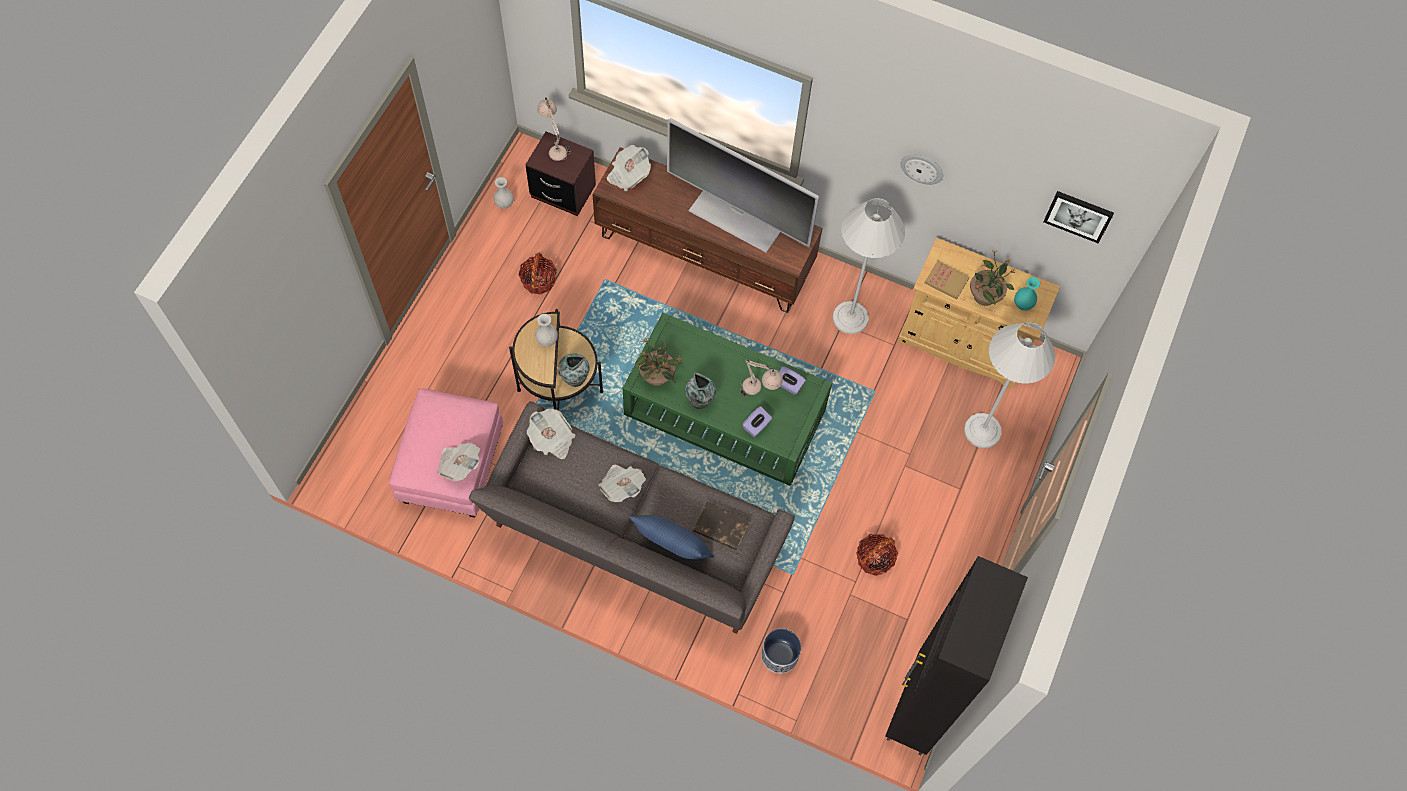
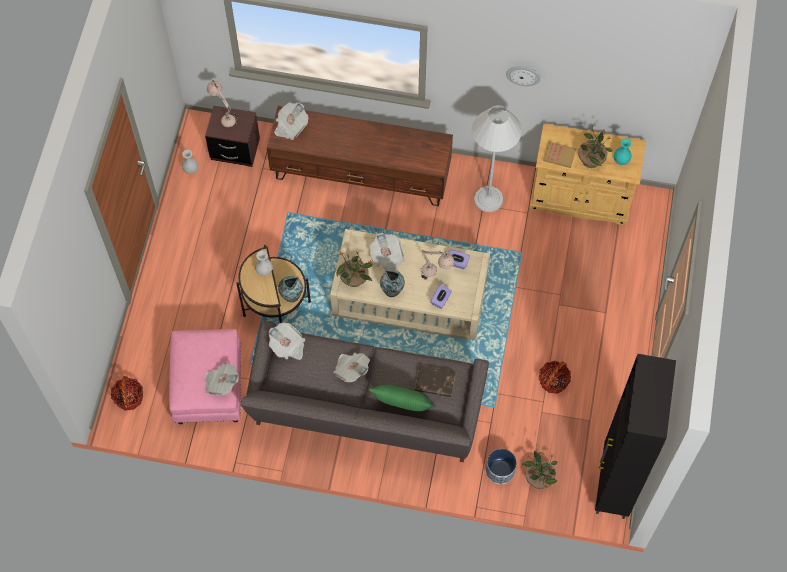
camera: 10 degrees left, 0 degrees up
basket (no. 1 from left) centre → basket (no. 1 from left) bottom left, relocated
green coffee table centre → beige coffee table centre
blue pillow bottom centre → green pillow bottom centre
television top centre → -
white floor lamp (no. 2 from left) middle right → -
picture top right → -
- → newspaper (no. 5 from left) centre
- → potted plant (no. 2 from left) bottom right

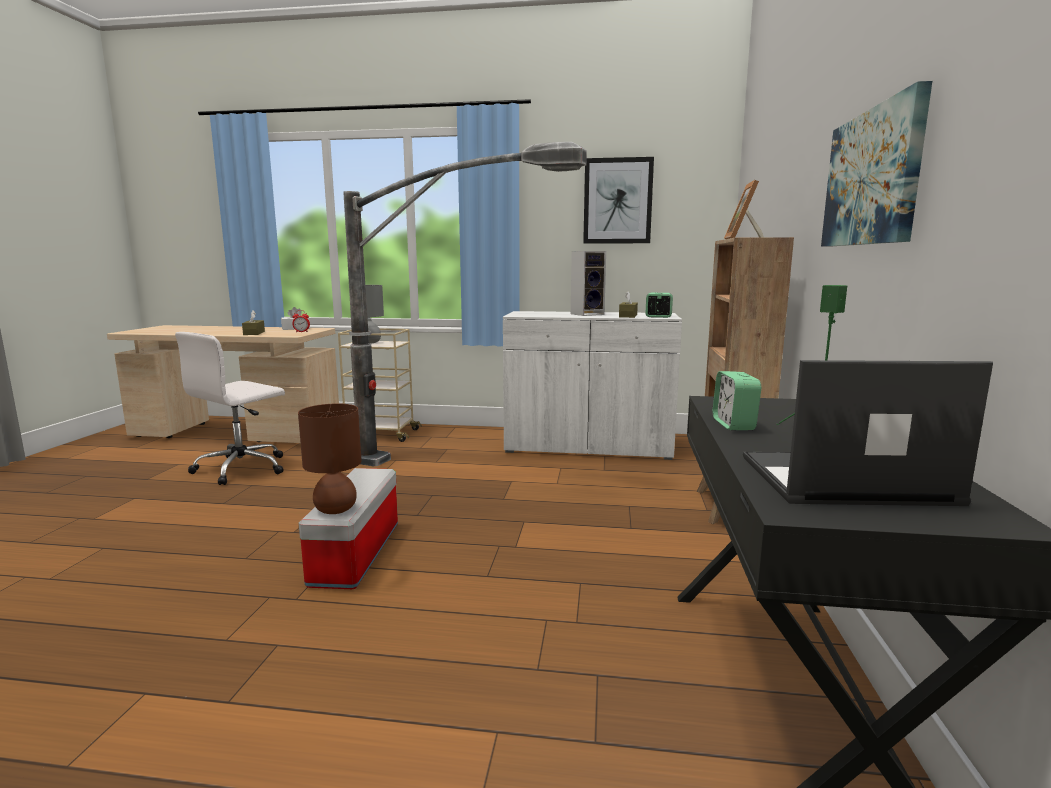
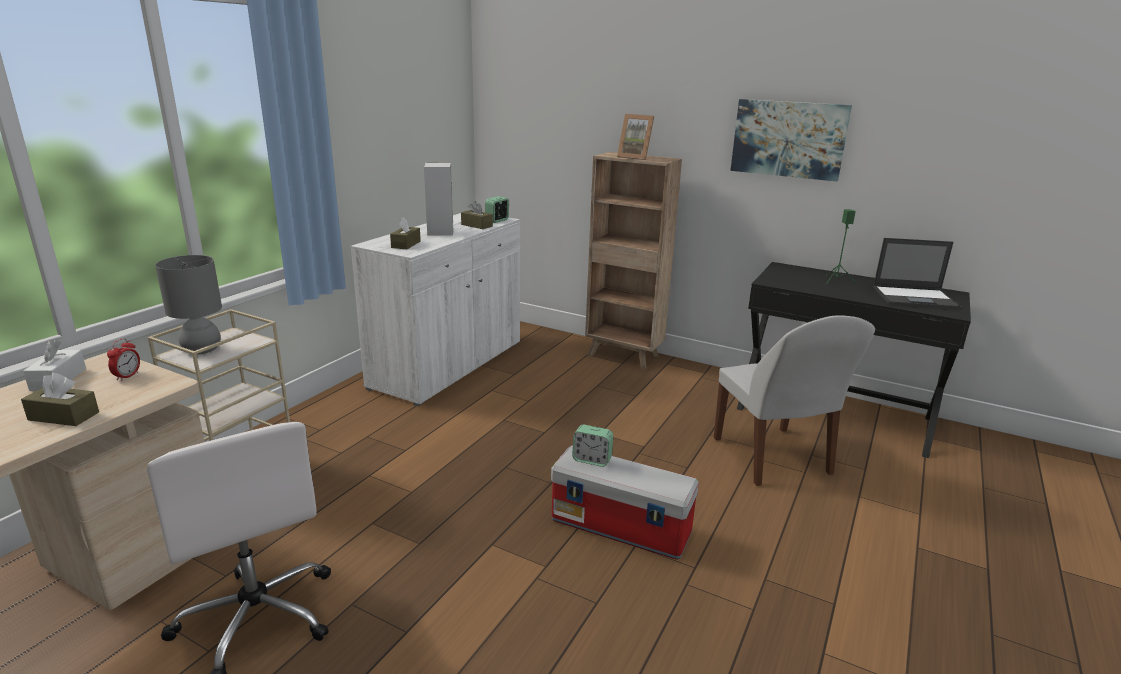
camera: 70 degrees left, 10 degrees up
brown table lamp middle left → -
floor lamp centre → -
picture (no. 1 from left) top centre → -
alarm clock (no. 3 from left) middle right → alarm clock (no. 3 from left) centre, relocated
laptop middle right, 105 degrees counterclockwise
- → brown tissue box (no. 2 from left) centre
- → white chair middle right

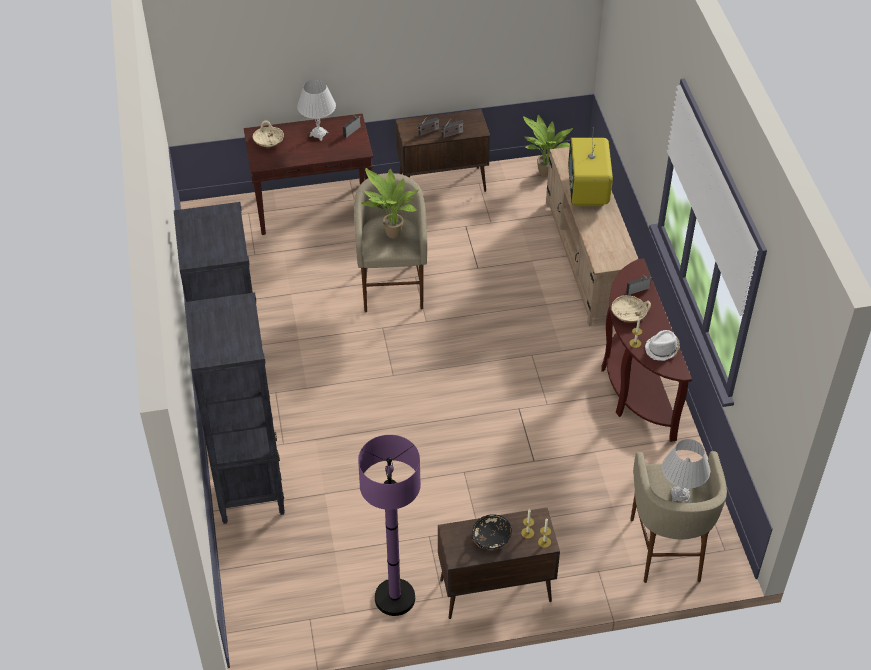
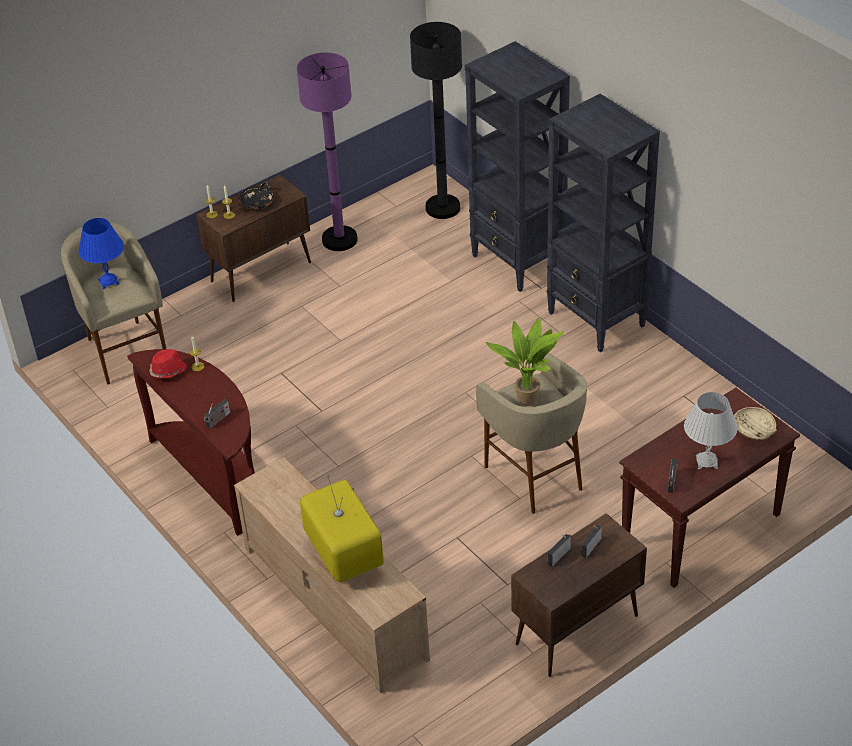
camera: 155 degrees right, 5 degrees down
potted plant (no. 2 from left) top centre → -
beige bowl (no. 2 from left) middle right → -
white hat middle right → red hat middle left
white table lamp (no. 2 from left) bottom right → blue table lamp middle left
- → black floor lamp top centre

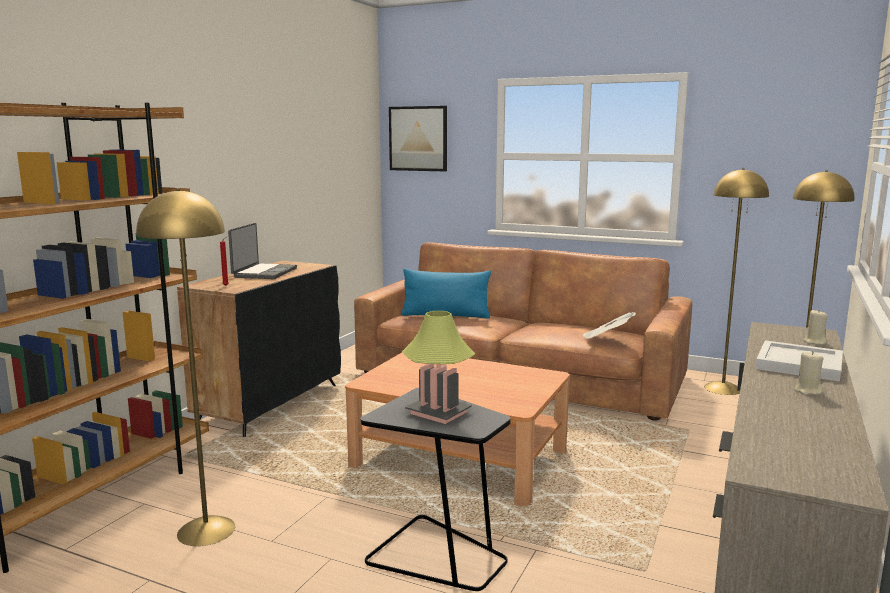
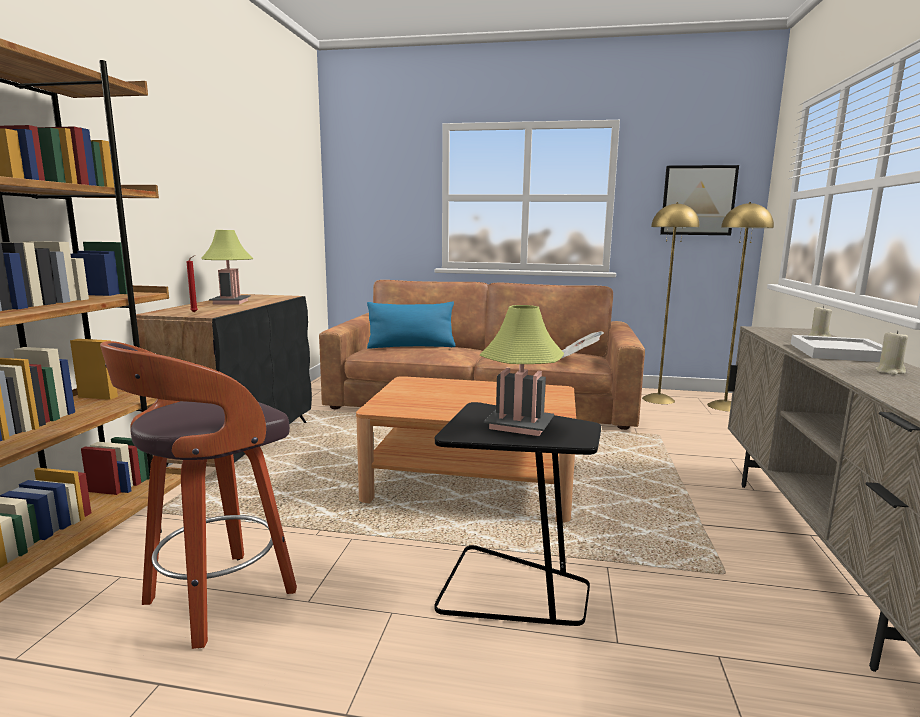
camera: 15 degrees left, 0 degrees up
yellow floor lamp (no. 1 from left) middle left → stool bottom left
laptop middle left → table lamp (no. 1 from left) middle left
picture top centre → picture top right, relocated

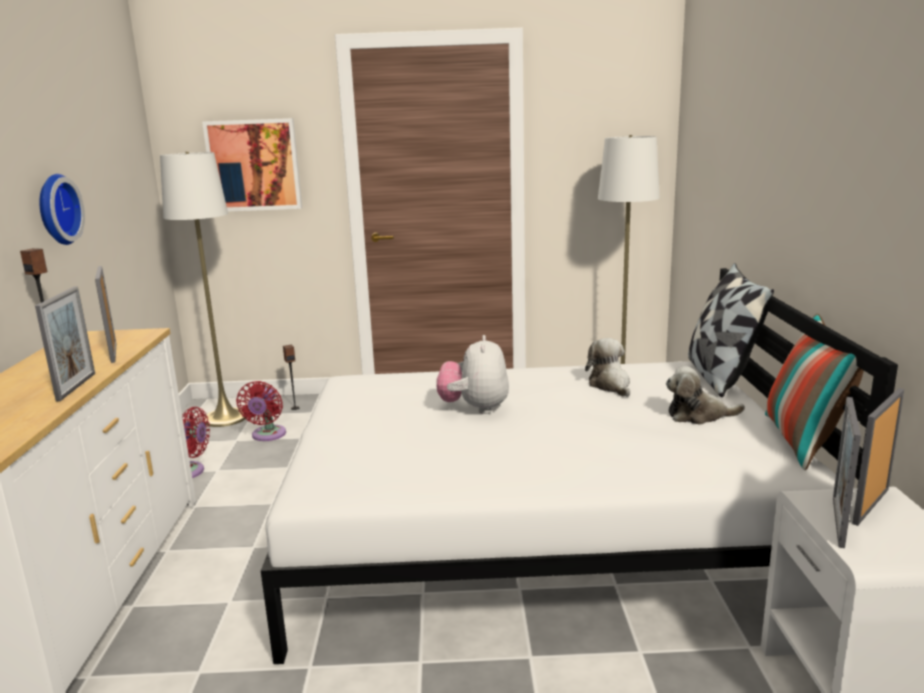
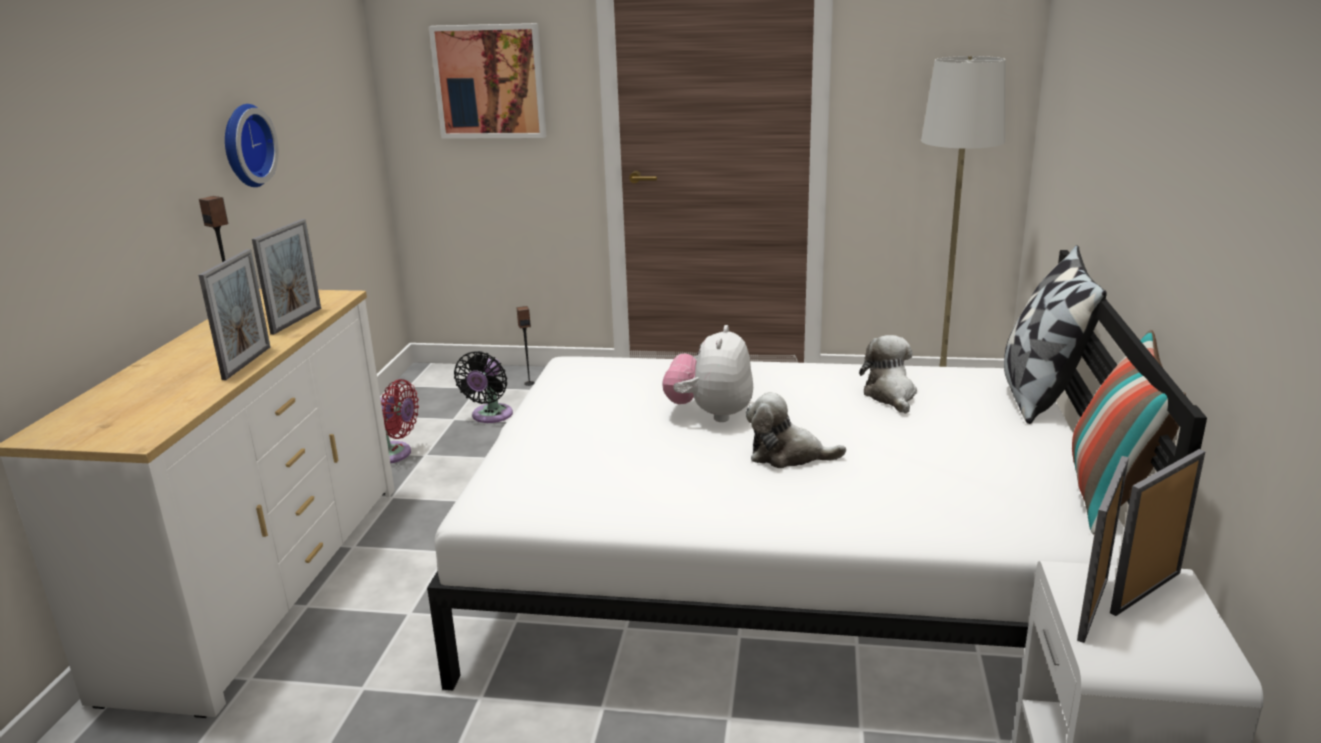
camera: 10 degrees right, 5 degrees up
picture frame (no. 2 from left) middle left, 150 degrees counterclockwise
white floor lamp (no. 1 from left) middle left → -
red fan (no. 2 from left) middle left → black fan centre
plush toy (no. 3 from left in the first image) middle right → plush toy (no. 2 from left) centre, relocated

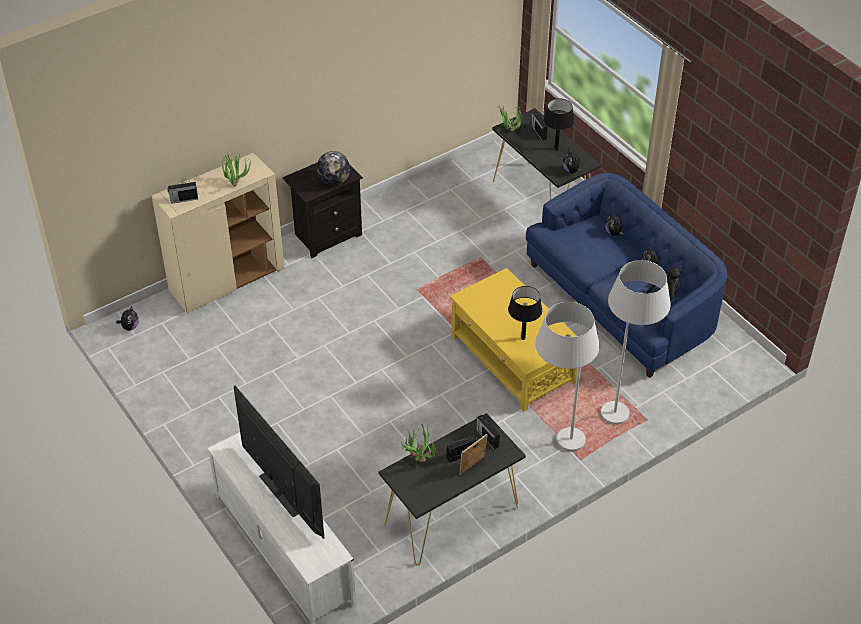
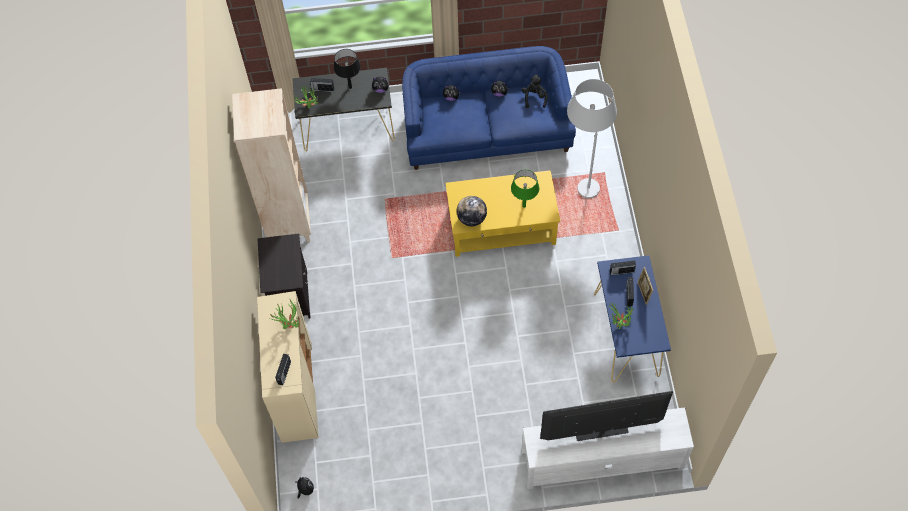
camera: 60 degrees left, 15 degrees up
globe top centre → globe centre, relocated
black console table (no. 1 from left) bottom centre → blue console table middle right
black table lamp (no. 1 from left) centre → green table lamp centre
white floor lamp (no. 1 from left) centre → -
- → beige bookcase top left

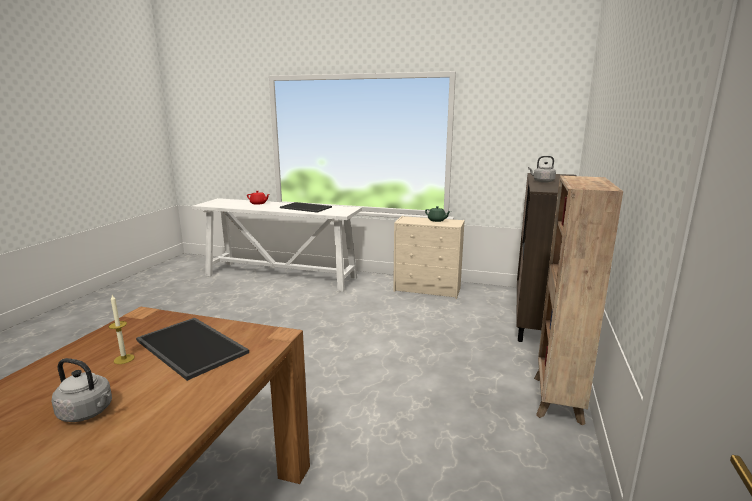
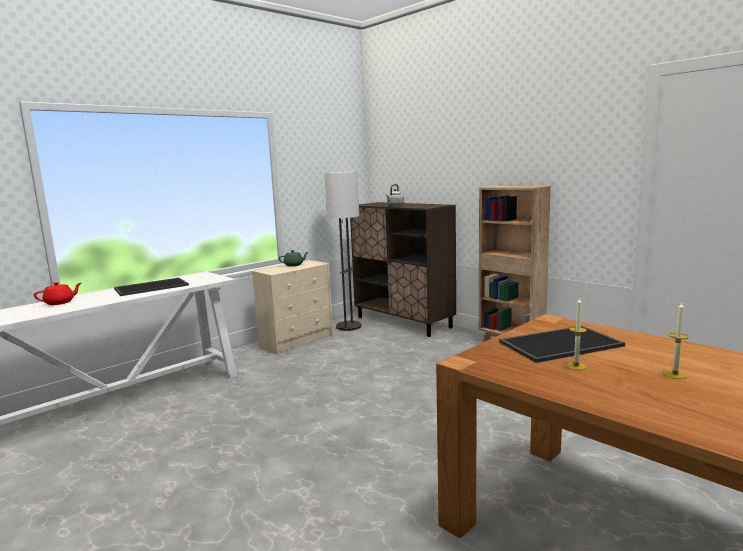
camera: 60 degrees left, 5 degrees down
grey kettle (no. 1 from left) bottom left → candle (no. 2 from left) middle right
- → floor lamp centre

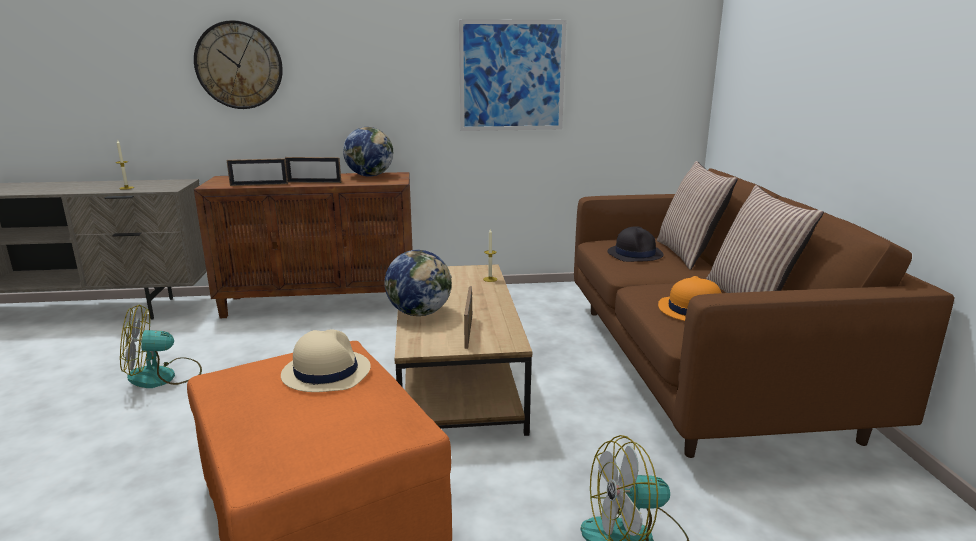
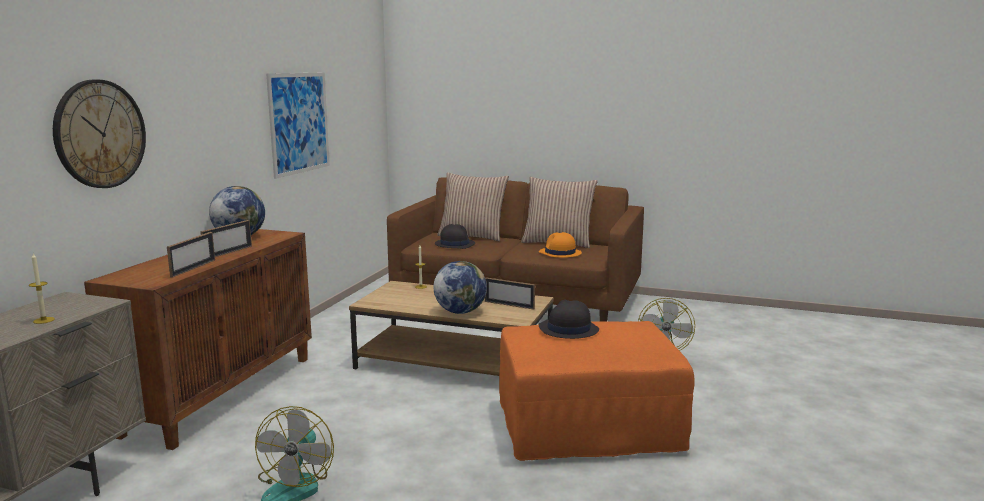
camera: 65 degrees left, 5 degrees down
beige hat bottom centre → black hat (no. 2 from left) centre

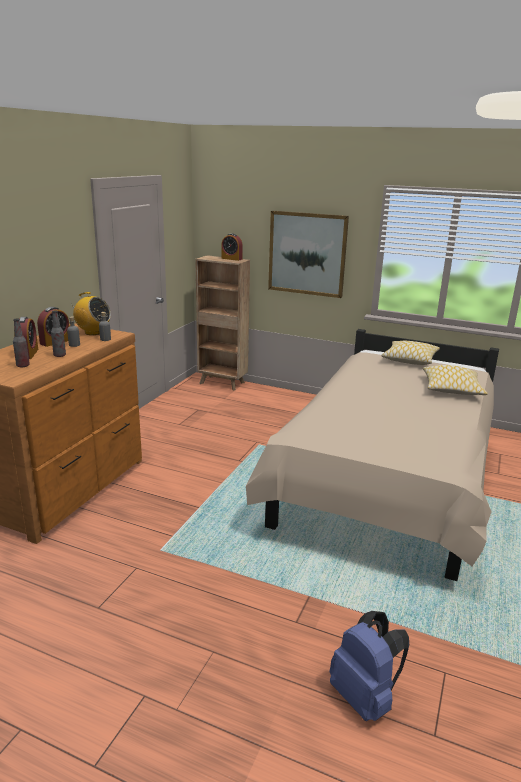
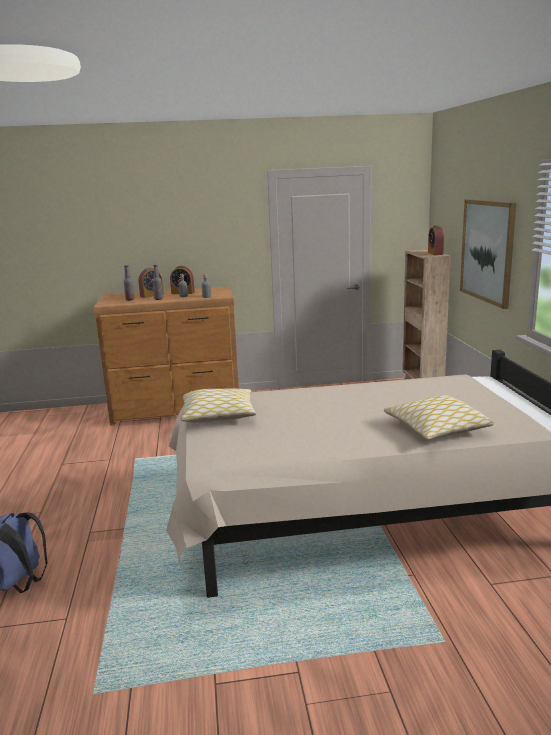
camera: 60 degrees right, 5 degrees down
radio middle left → -
pillow (no. 1 from left) middle right → pillow (no. 1 from left) centre, relocated

